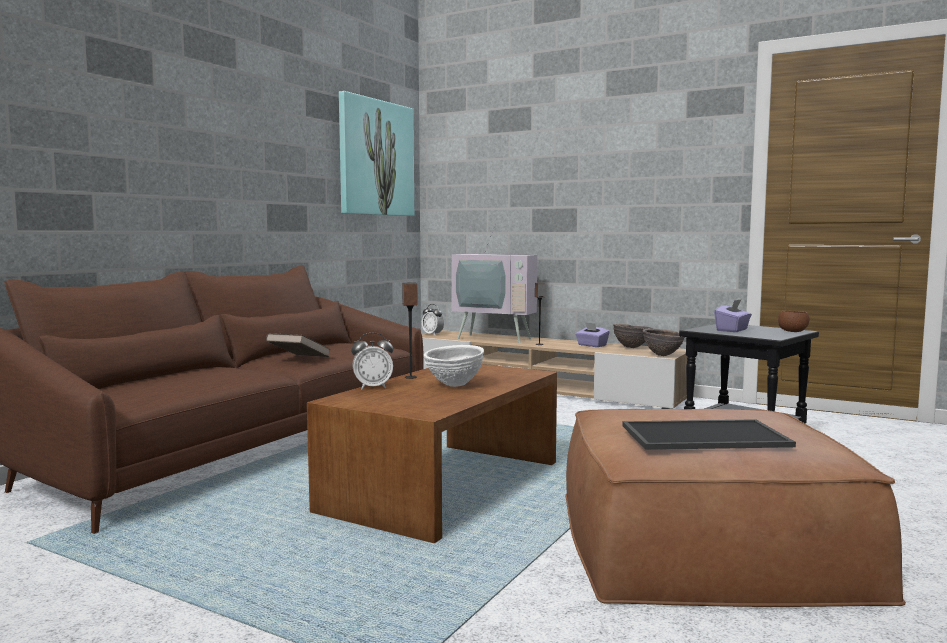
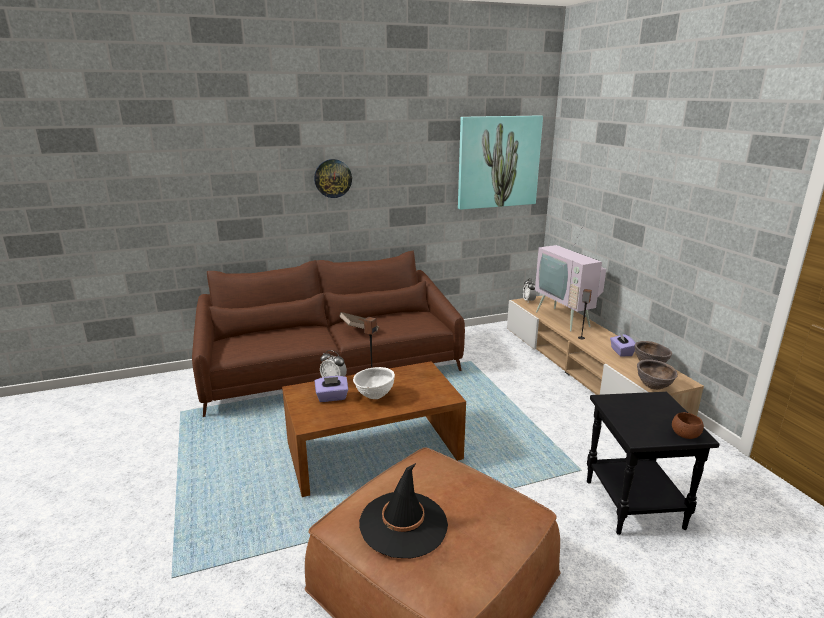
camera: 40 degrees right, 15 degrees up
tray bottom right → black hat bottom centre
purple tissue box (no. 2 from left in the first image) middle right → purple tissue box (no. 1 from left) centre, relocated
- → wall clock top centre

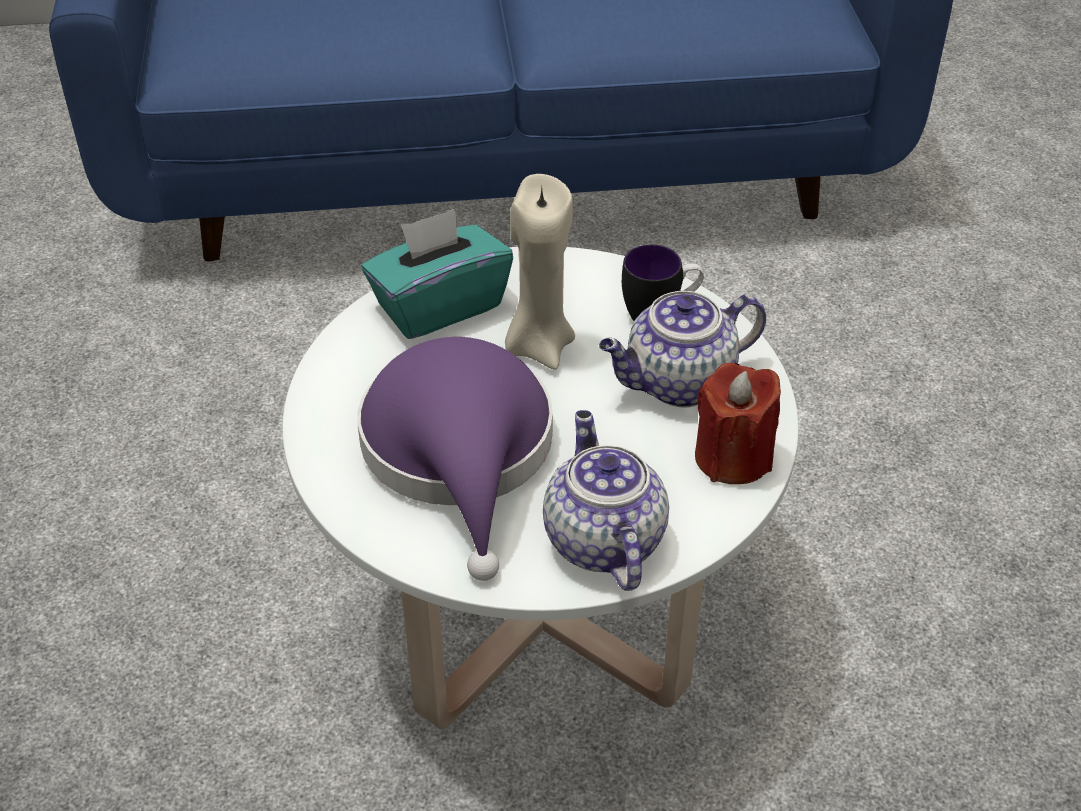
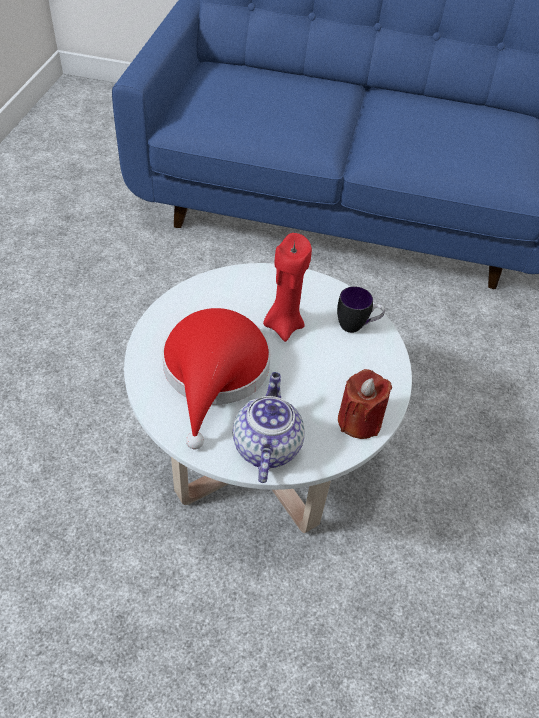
camera: 15 degrees right, 5 degrees up
purple hat centre → red hat centre
turquoise tissue box centre → -
beige candle centre → red candle (no. 1 from left) centre
teapot (no. 2 from left) centre → -

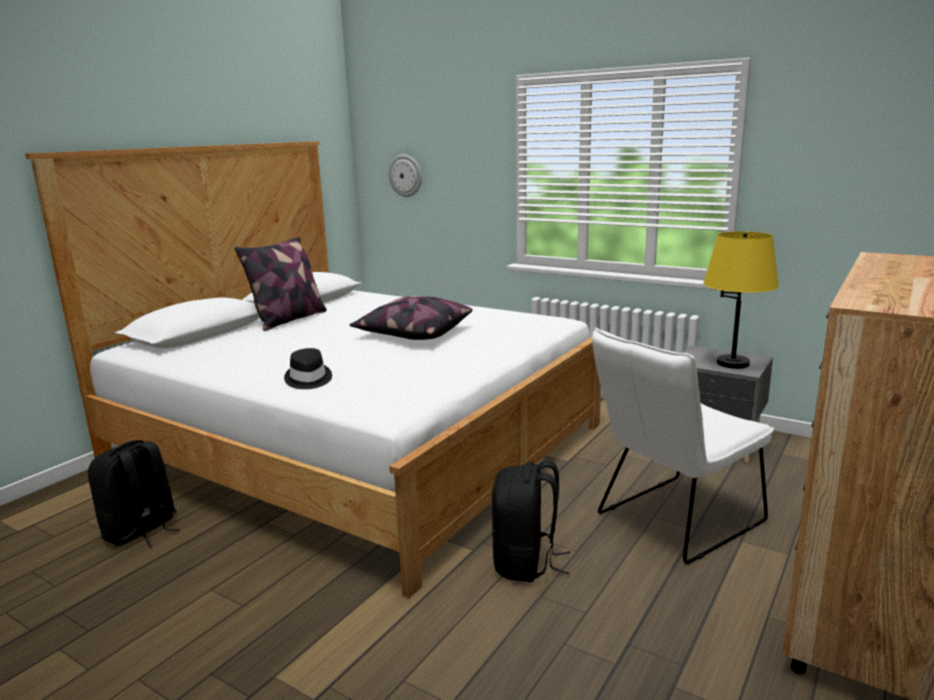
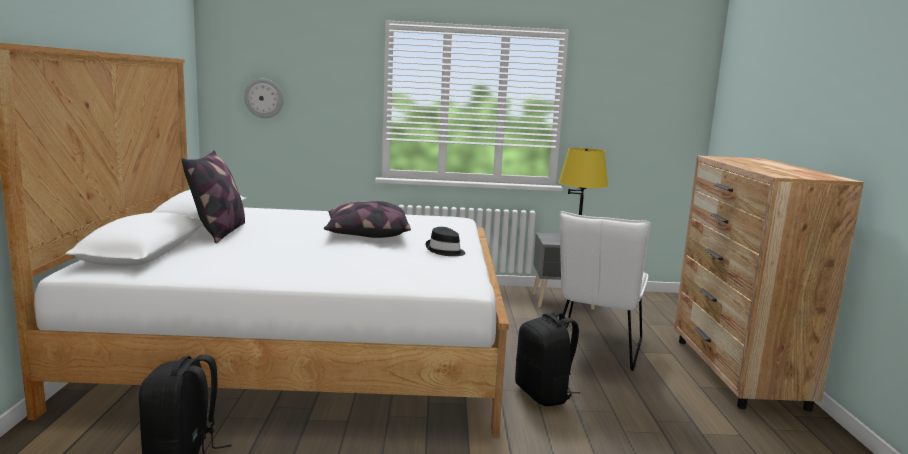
camera: 35 degrees left, 5 degrees down
black hat middle left → black hat centre, relocated

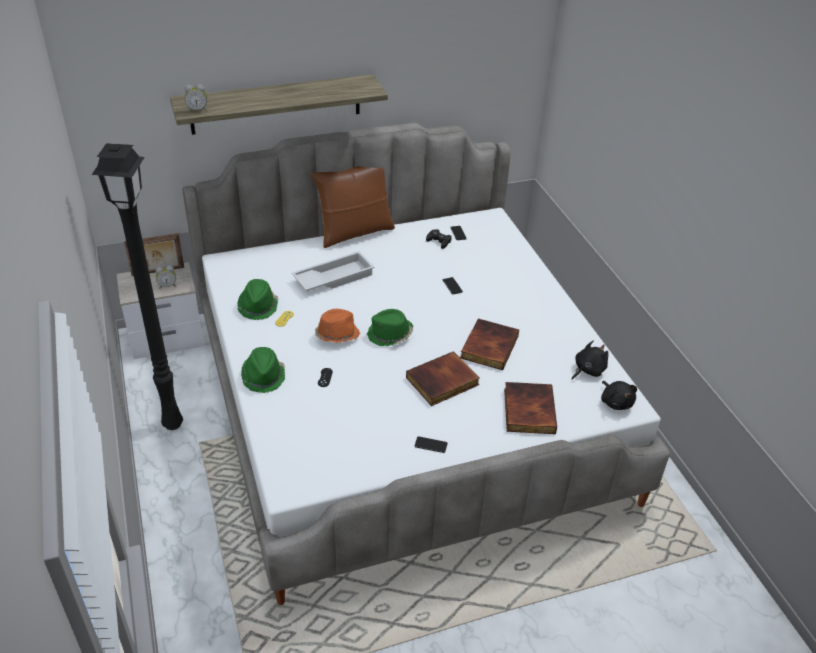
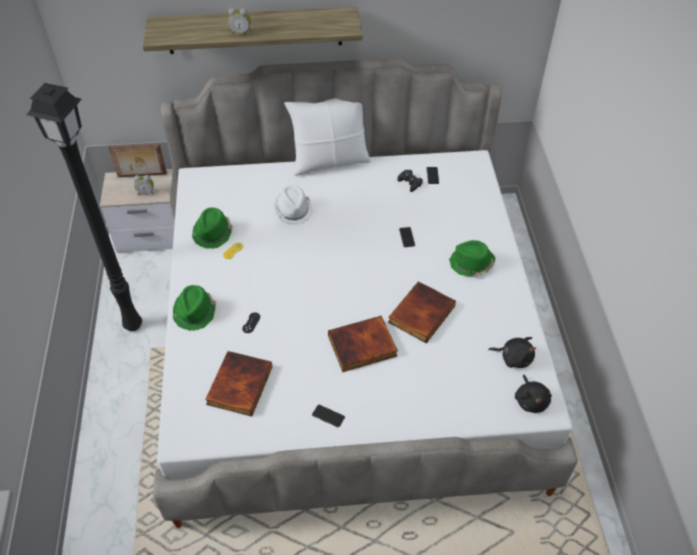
camera: 15 degrees right, 10 degrees up
alarm clock (no. 2 from left) top left → alarm clock (no. 2 from left) top centre, relocated
white tray centre → white hat centre
brown pillow top centre → white pillow top centre
orange hat centre → -
green hat (no. 3 from left) centre → green hat (no. 3 from left) middle right, relocated
book (no. 3 from left in the first image) centre → book (no. 1 from left) bottom centre, relocated
black plush toy (no. 1 from left) middle right, 45 degrees clockwise

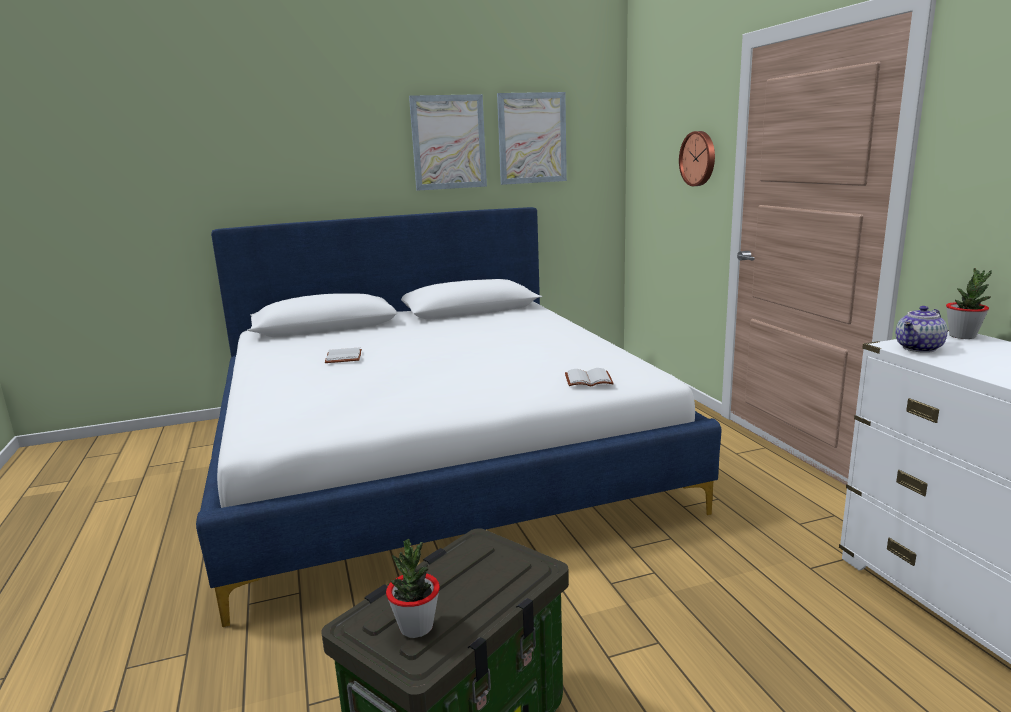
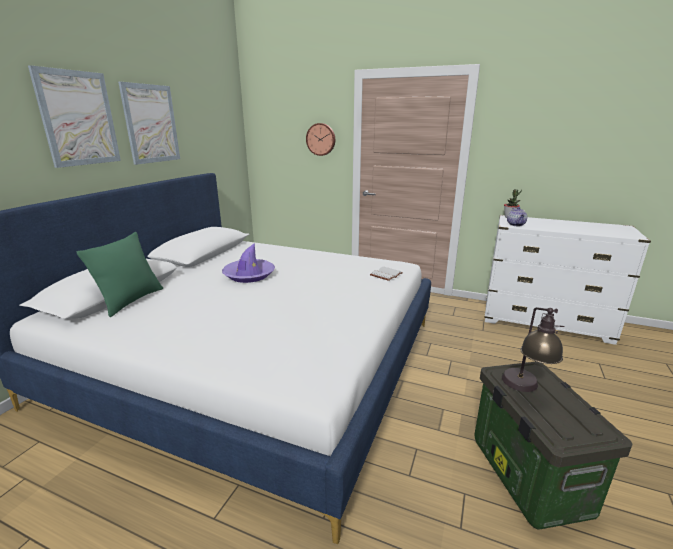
camera: 50 degrees left, 5 degrees up
white book (no. 1 from left) centre → -
potted plant (no. 1 from left) bottom centre → -
picture (no. 2 from left in the first image) top centre → picture (no. 1 from left) top left, relocated
- → green pillow middle left
- → purple hat centre
- → table lamp middle right

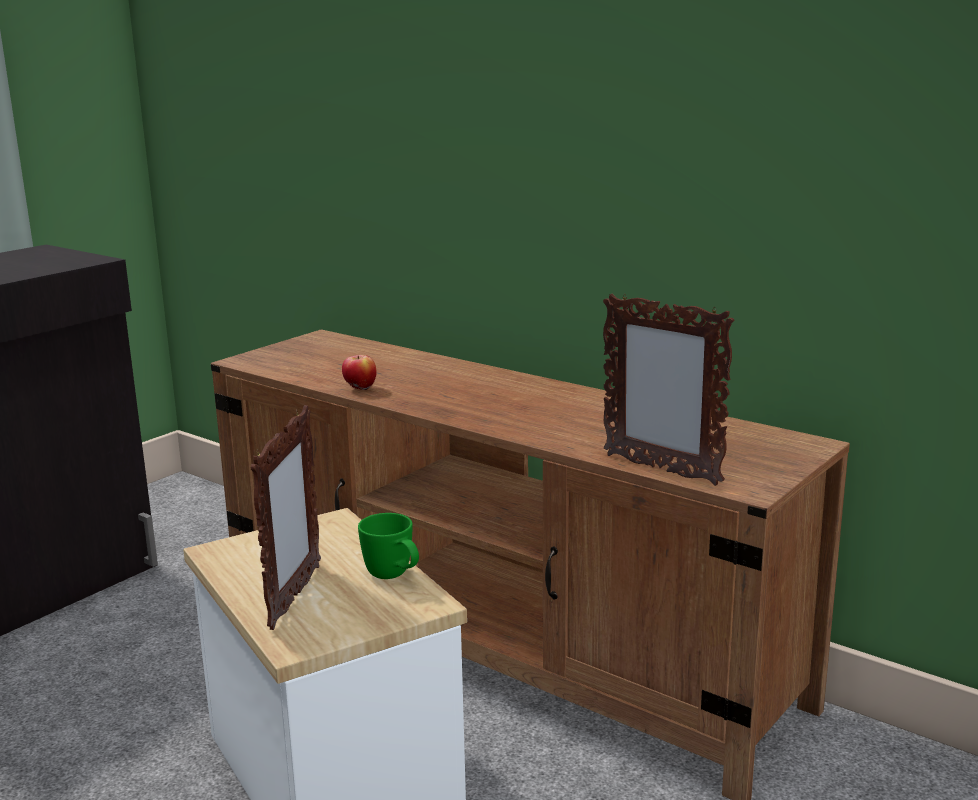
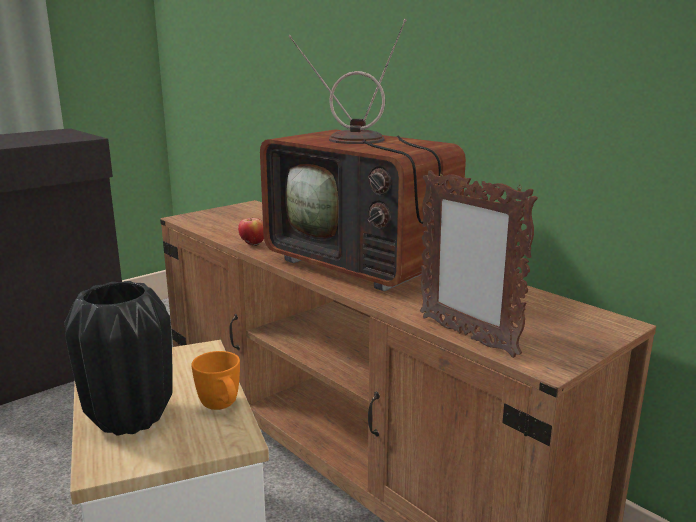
camera: 10 degrees right, 0 degrees up
picture frame (no. 1 from left) middle left → black vase bottom left
green mug bottom centre → orange mug bottom left
- → television top centre

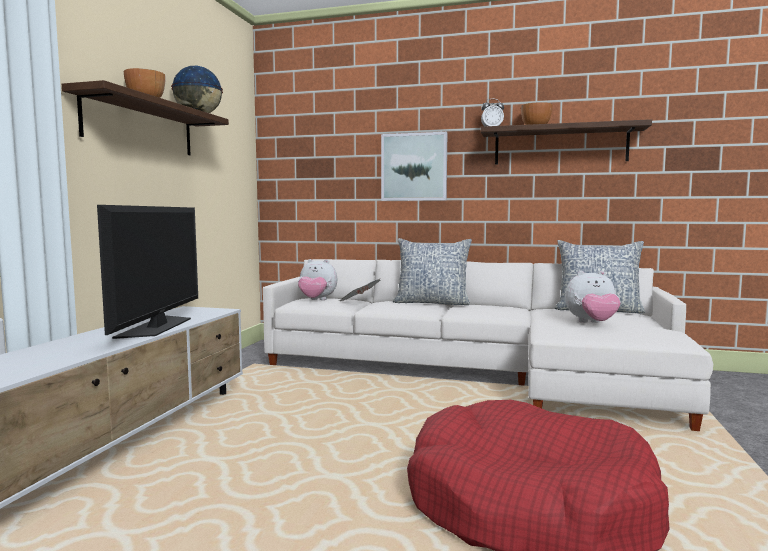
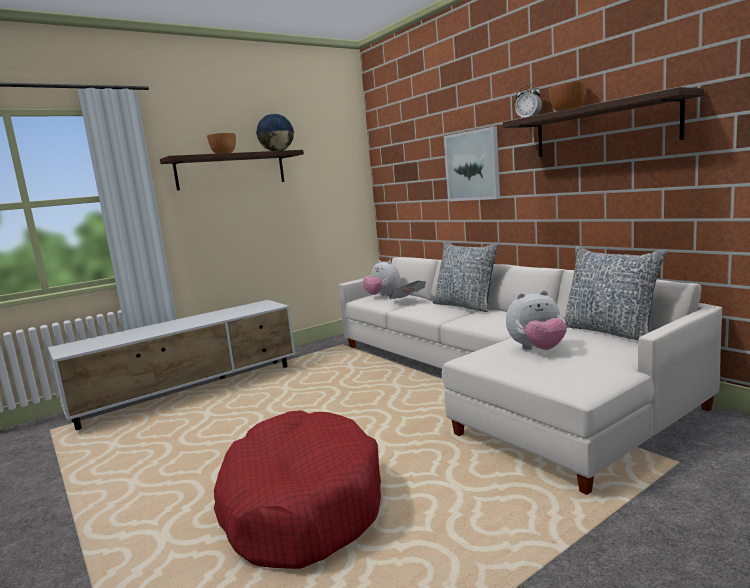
camera: 40 degrees right, 5 degrees up
television middle left → -
plush toy (no. 2 from left) middle right, 45 degrees counterclockwise

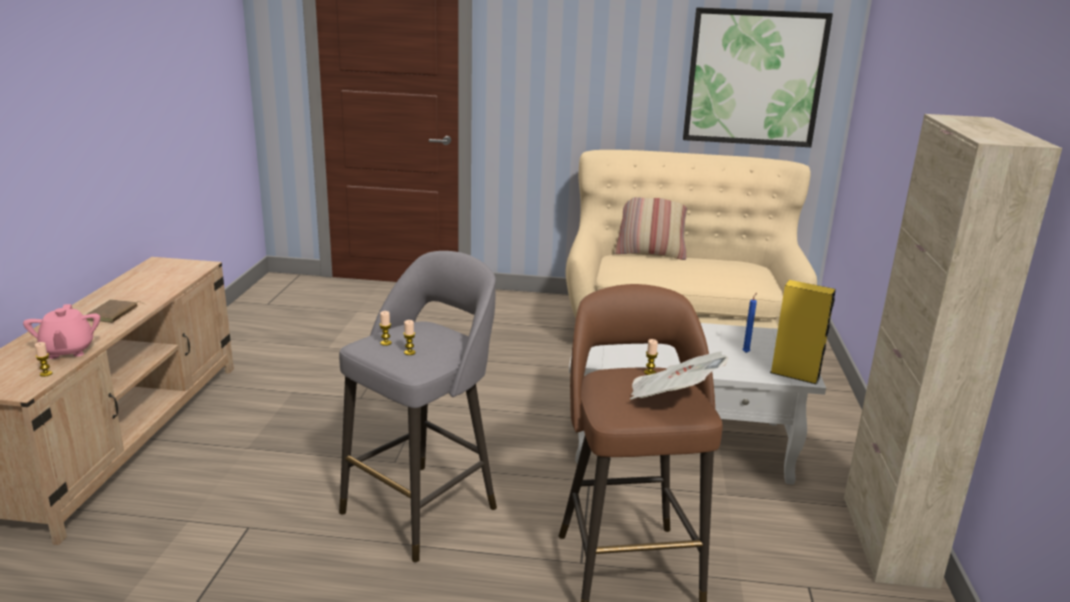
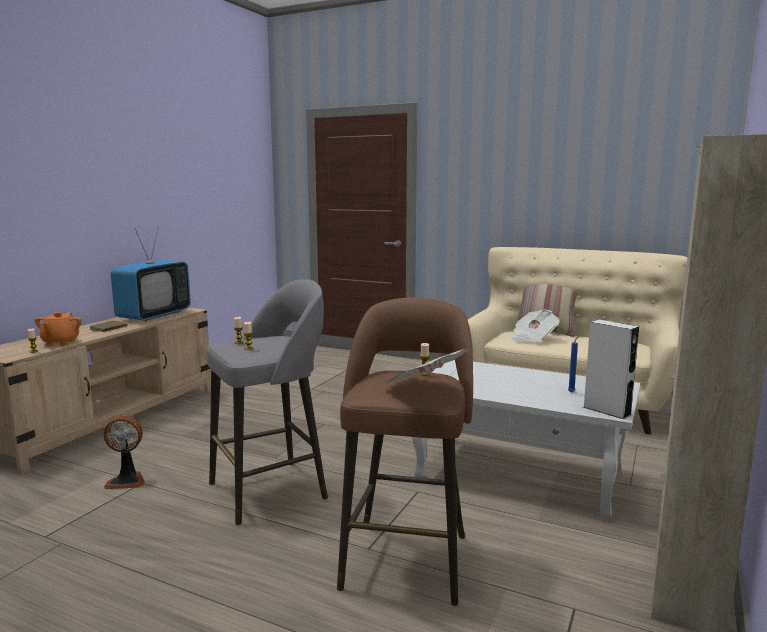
camera: 20 degrees right, 10 degrees down
pink teapot middle left → orange teapot middle left
picture top right → -
yellow speaker middle right → grey speaker middle right
- → fan bottom left
- → television middle left
- → newspaper (no. 2 from left) middle right

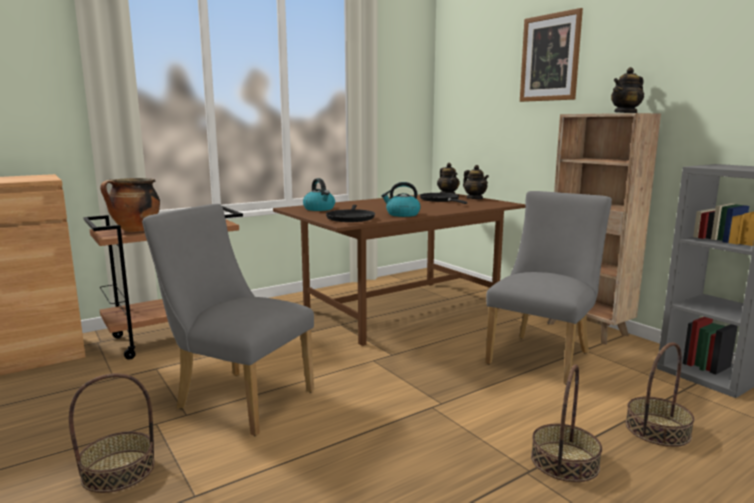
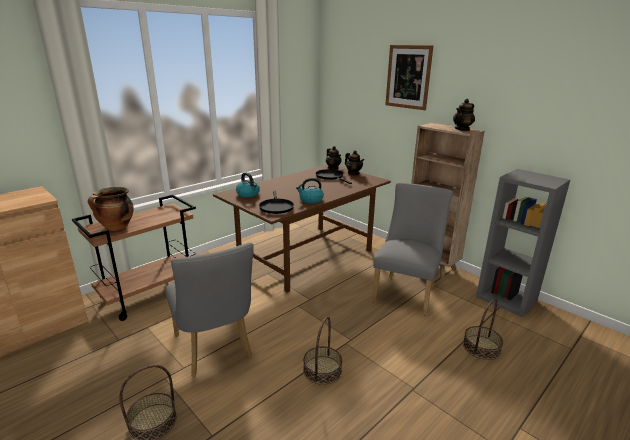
camera: 10 degrees left, 10 degrees up
grey chair (no. 1 from left) middle left → grey chair (no. 1 from left) bottom left, 135 degrees counterclockwise
basket (no. 2 from left) bottom right → basket (no. 2 from left) bottom centre, relocated

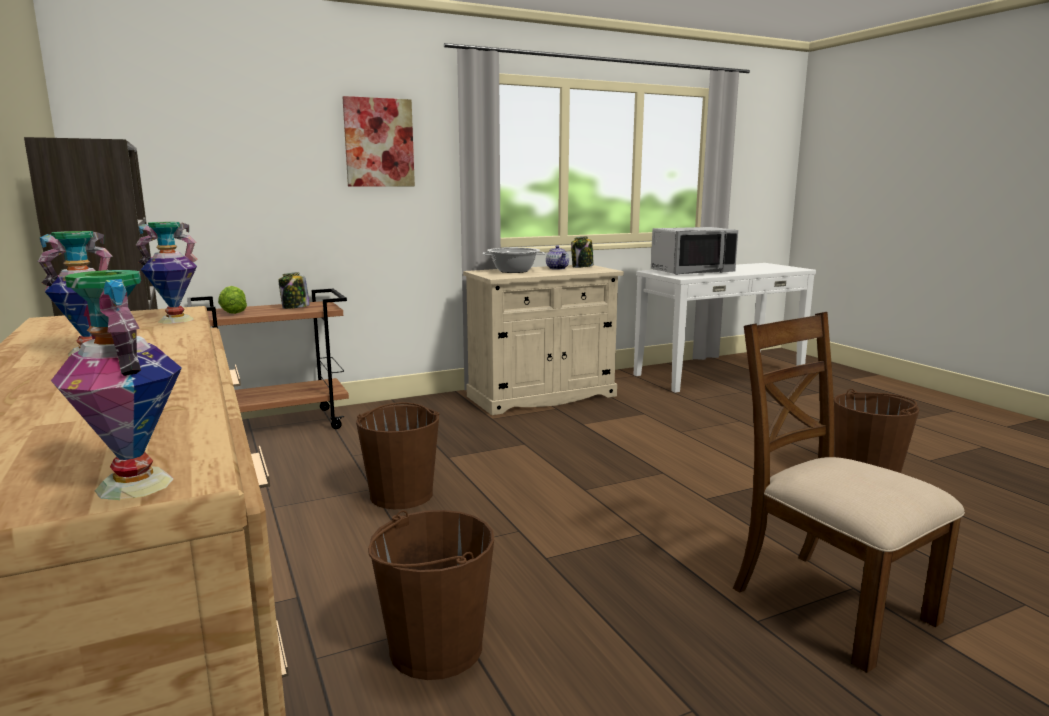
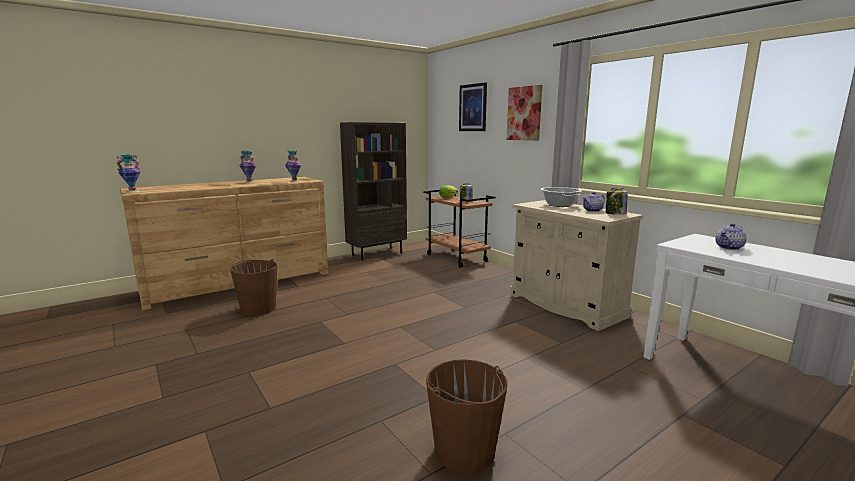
camera: 80 degrees right, 0 degrees up
brown bucket (no. 1 from left) centre → -
grey microwave centre → teapot (no. 2 from left) middle right
brown chair bottom right → -
- → picture (no. 1 from left) top centre

